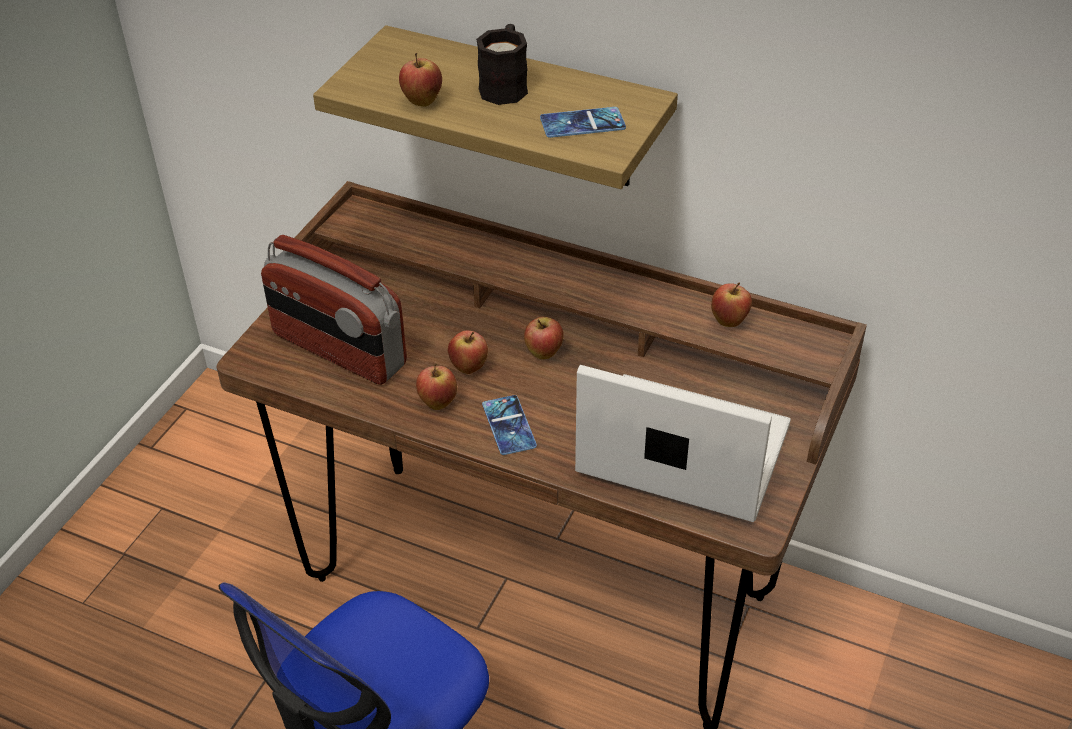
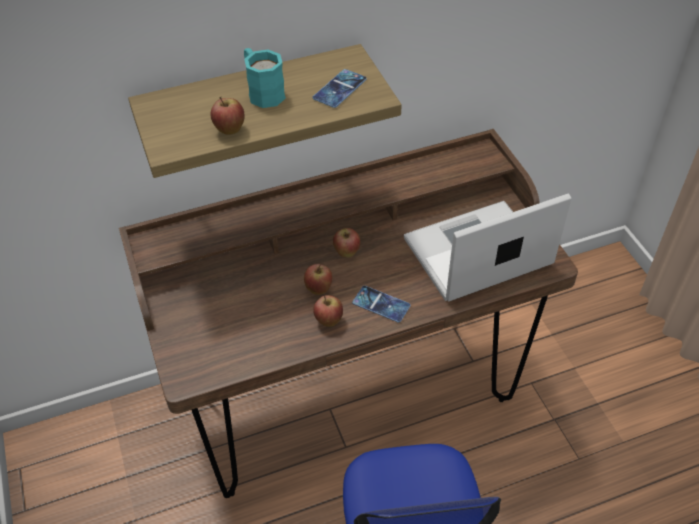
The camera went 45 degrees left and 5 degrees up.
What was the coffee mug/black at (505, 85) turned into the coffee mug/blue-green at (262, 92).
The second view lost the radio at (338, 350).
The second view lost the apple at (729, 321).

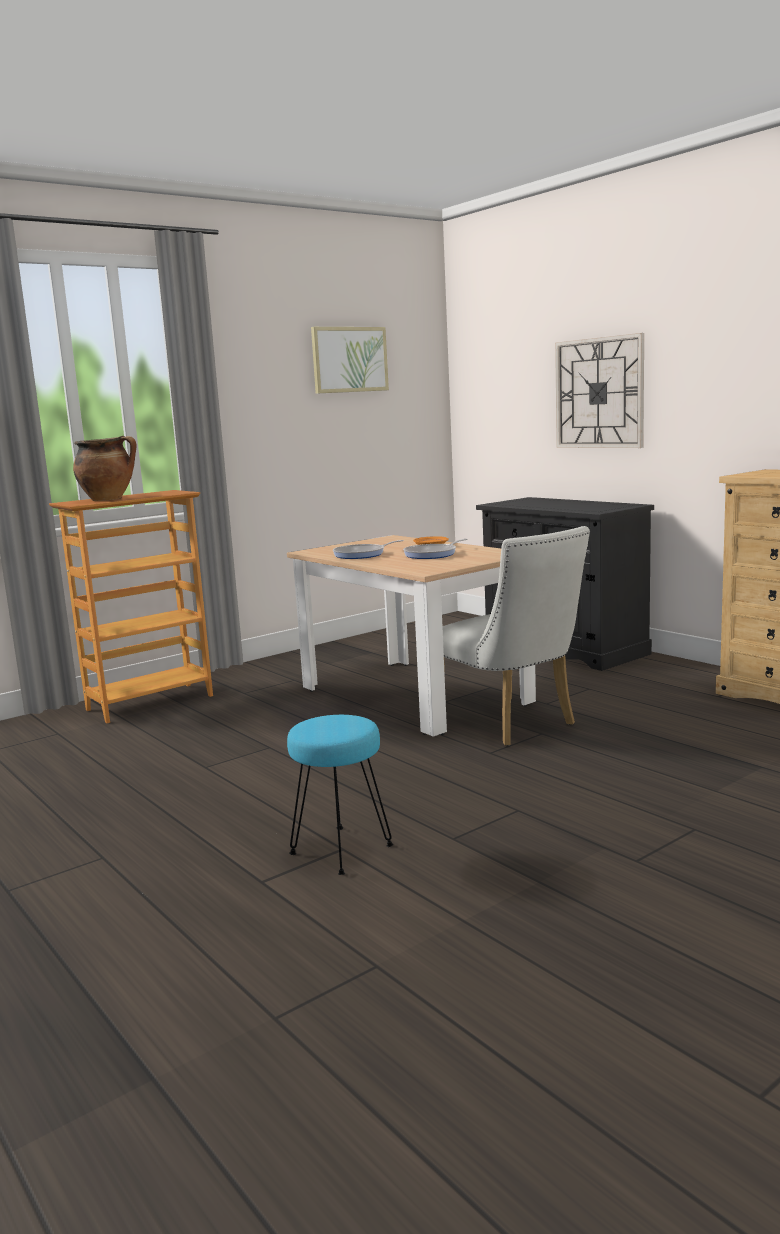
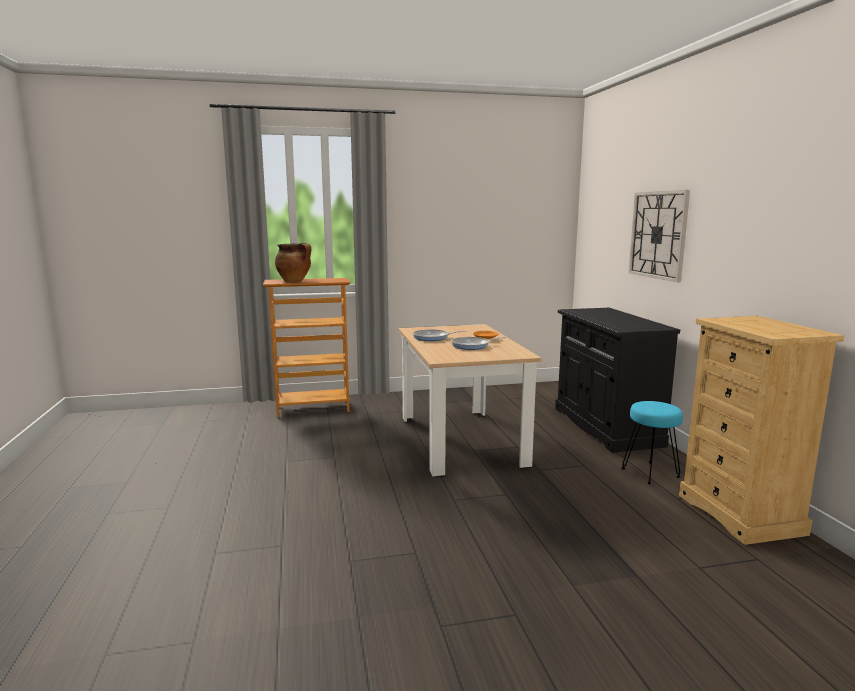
The camera went 25 degrees right and 0 degrees up.
The stool/blue-green ended up elsewhere, having gone from (342, 850) to (650, 473).
The second view lost the picture at (349, 359).
The second view lost the chair/whitish at (512, 725).

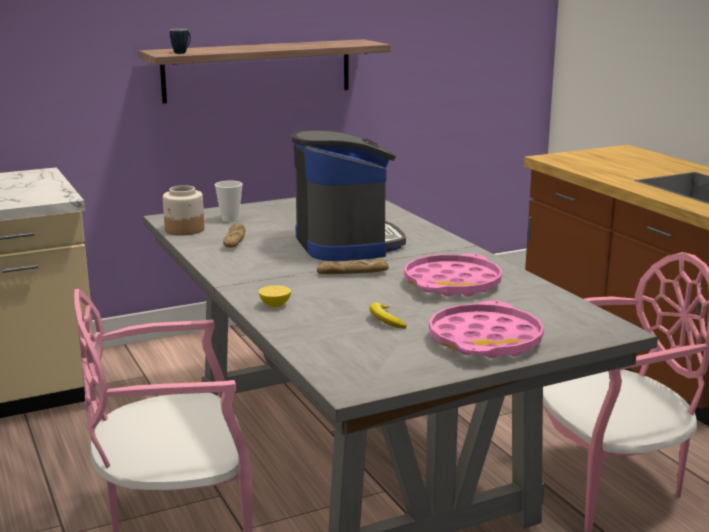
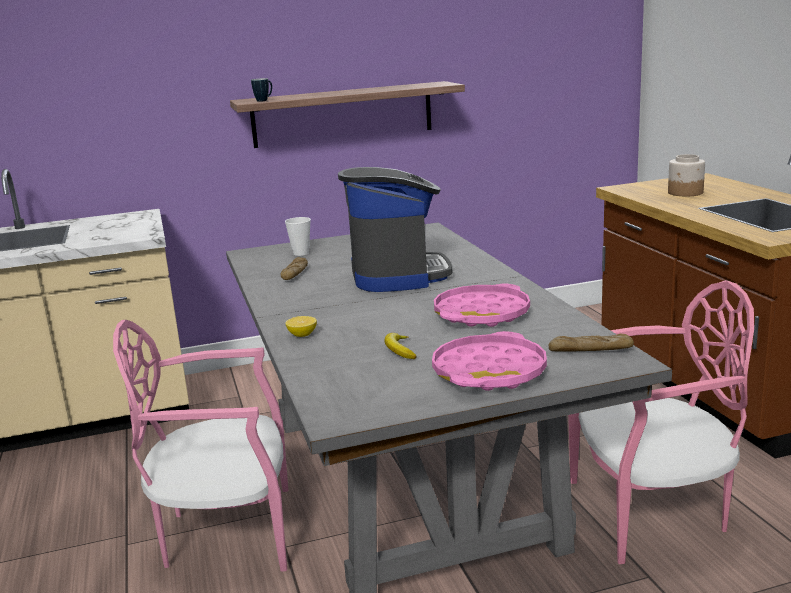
The camera went 10 degrees right and 0 degrees up.
The bread ended up elsewhere, having gone from (352, 273) to (590, 351).
The jar ended up elsewhere, having gone from (184, 230) to (685, 193).

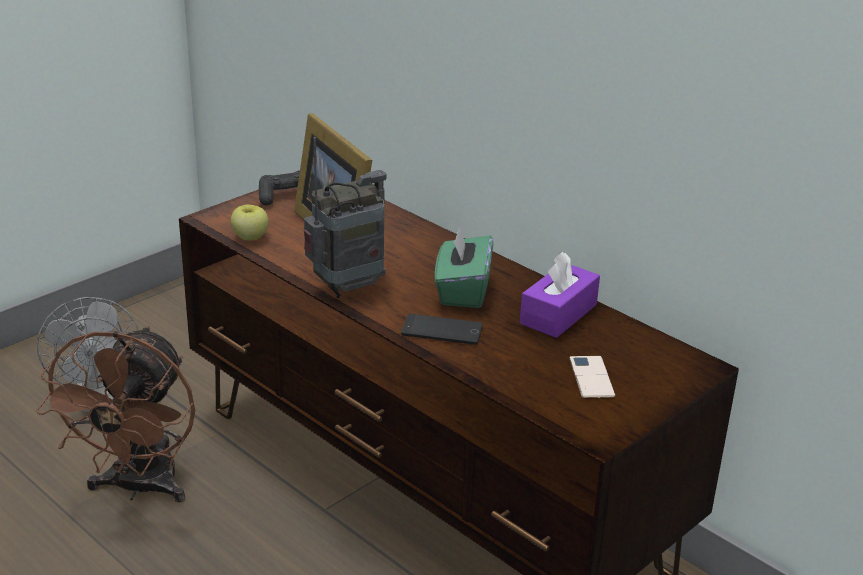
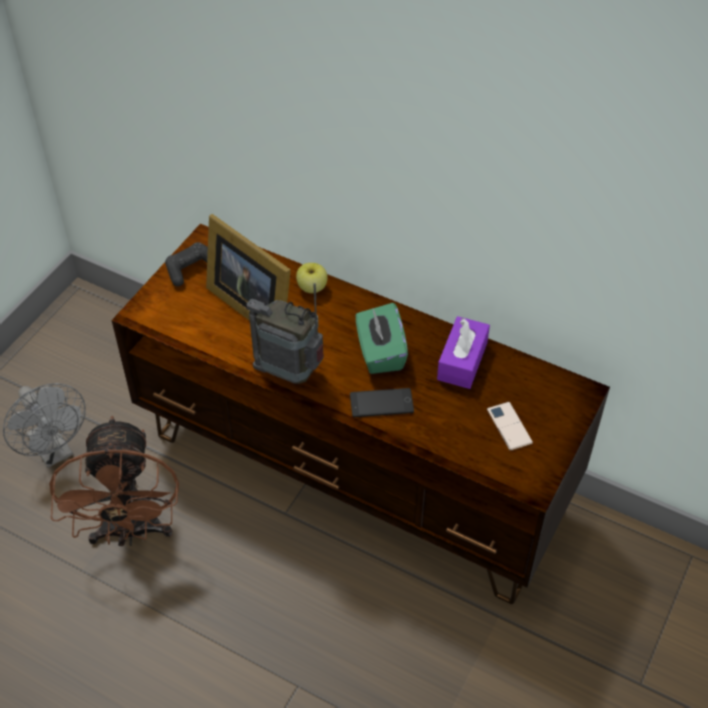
The camera went 15 degrees left and 20 degrees up.
The radio at (348, 288) ended up facing another way, 105 degrees counterclockwise from before.
The apple ended up elsewhere, having gone from (250, 237) to (312, 288).

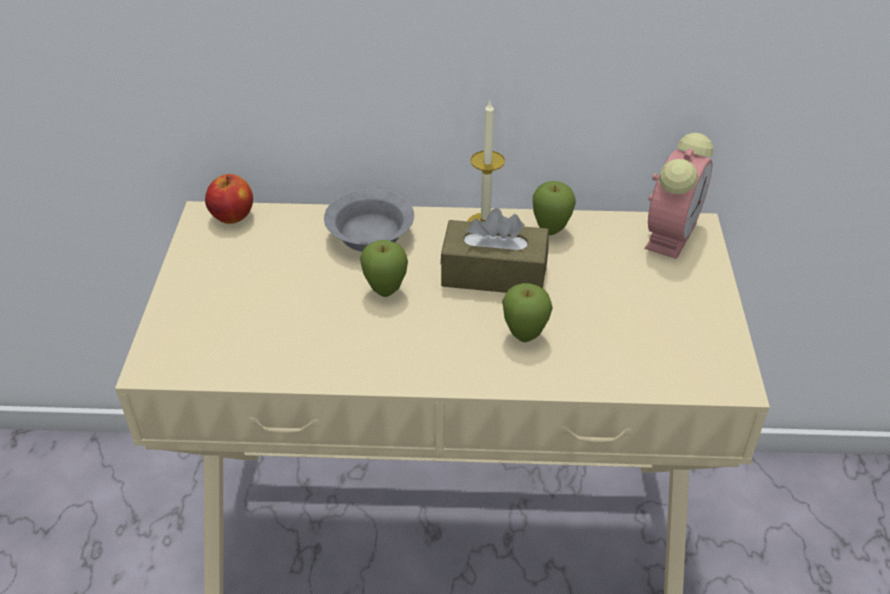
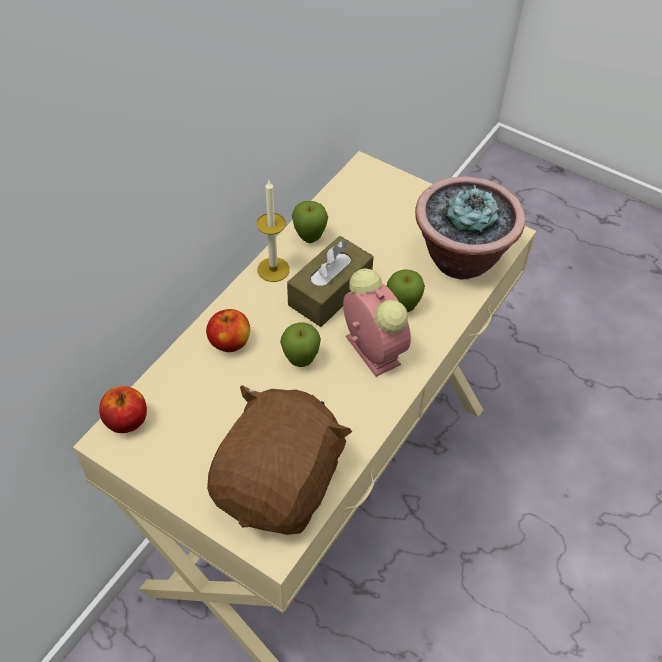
The camera went 60 degrees left and 10 degrees up.
Where the serving bowl/grey stood at (369, 237), the apple came to stand at (230, 343).
The second view gained the soft toy/brown at (280, 484).
The alarm clock ended up elsewhere, having gone from (671, 233) to (370, 348).
The second view gained the plant in a pot at (460, 258).

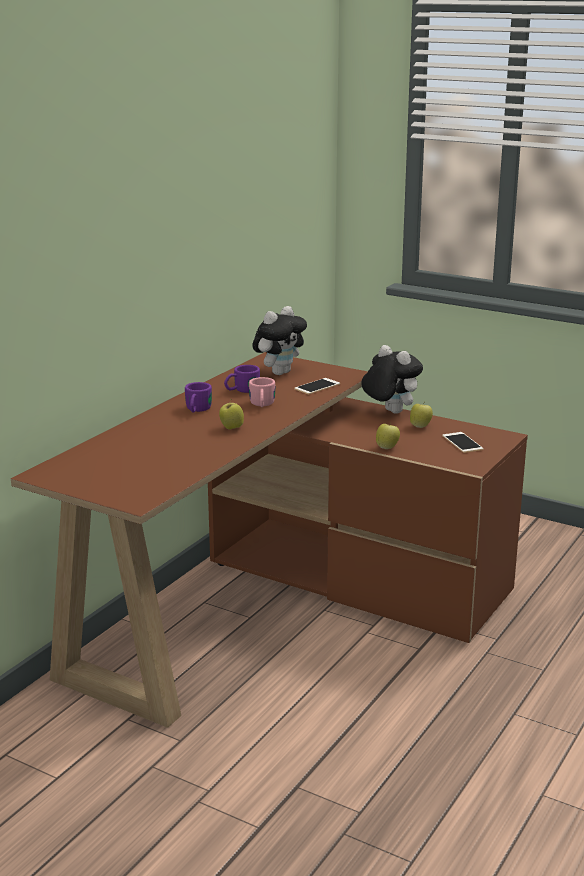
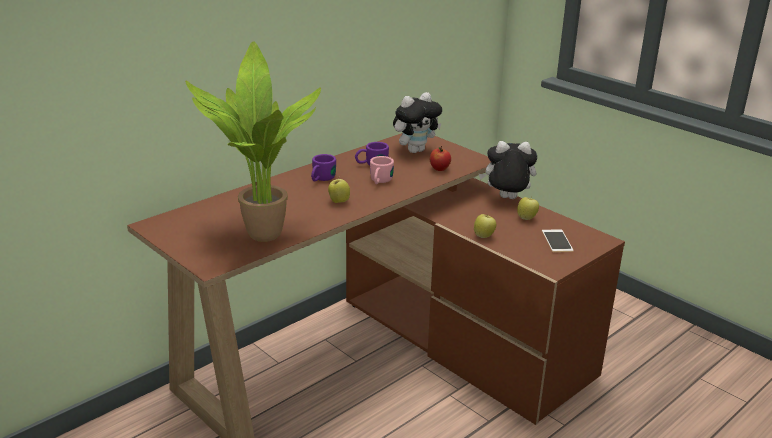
The camera went 15 degrees right and 5 degrees up.
The second view gained the plant in a pot at (259, 235).
Where the handset stood at (317, 386), the apple came to stand at (439, 169).
The soft toy at (389, 412) ended up facing another way, 60 degrees counterclockwise from before.

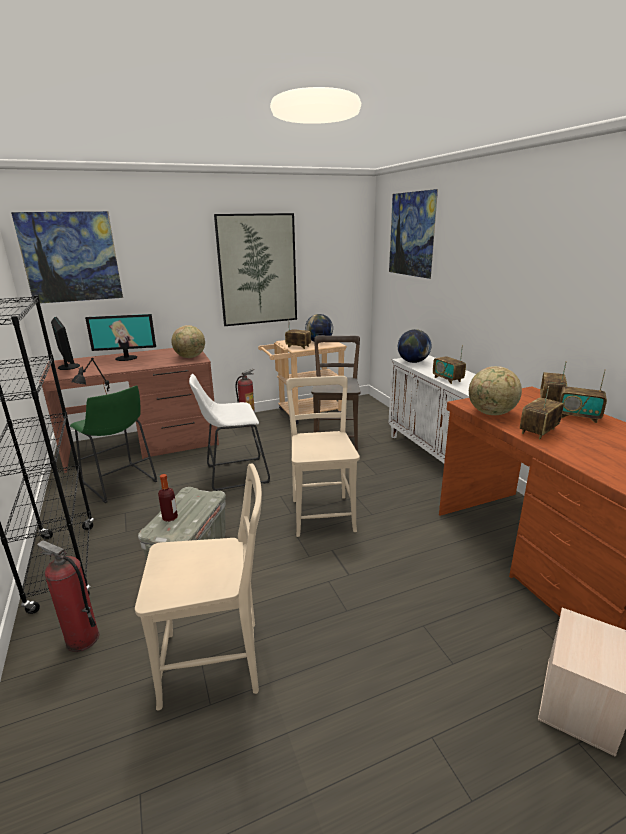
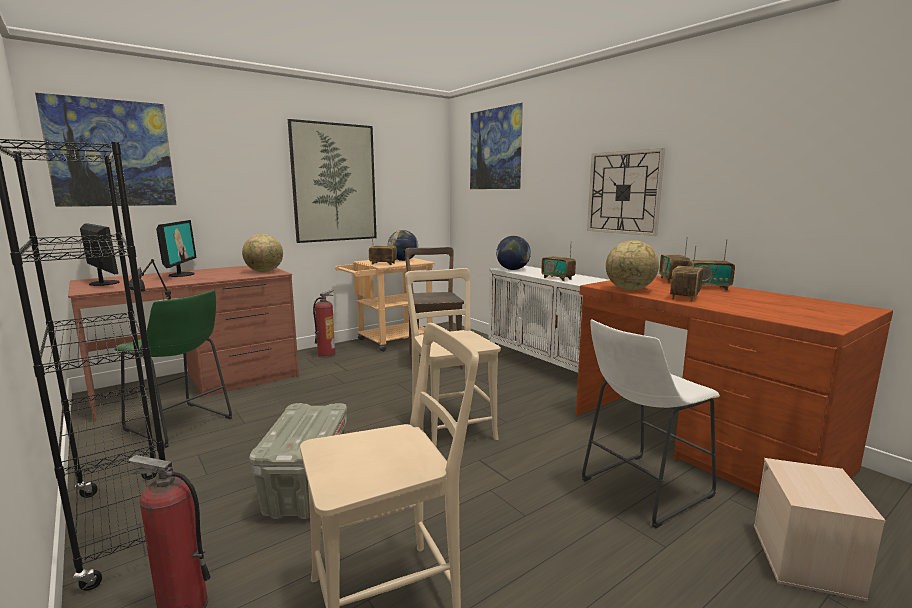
The camera went 15 degrees left and 10 degrees down.
The computer display at (126, 358) ended up facing another way, 75 degrees counterclockwise from before.
The stool/whitish ended up elsewhere, having gone from (233, 475) to (640, 489).
The second view gained the clock on the wall at (624, 192).
The second view lost the drink bottle at (170, 517).

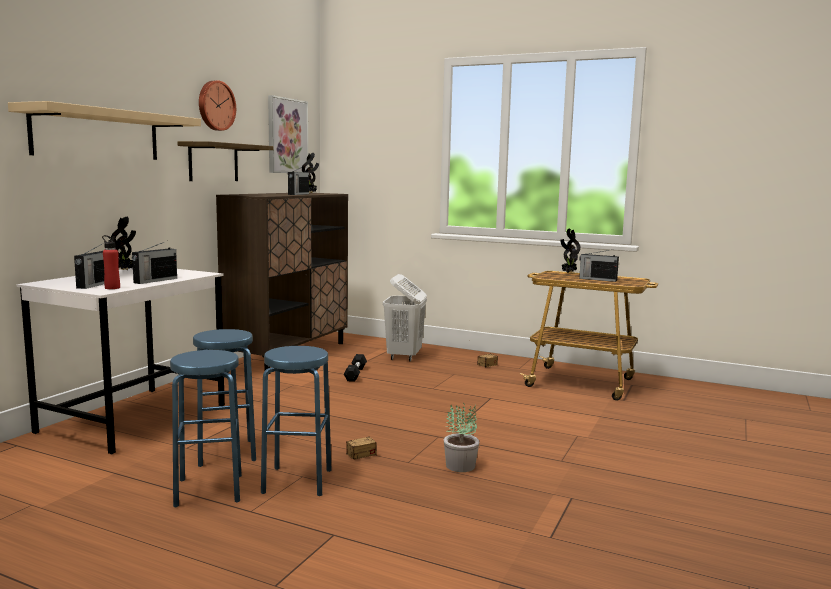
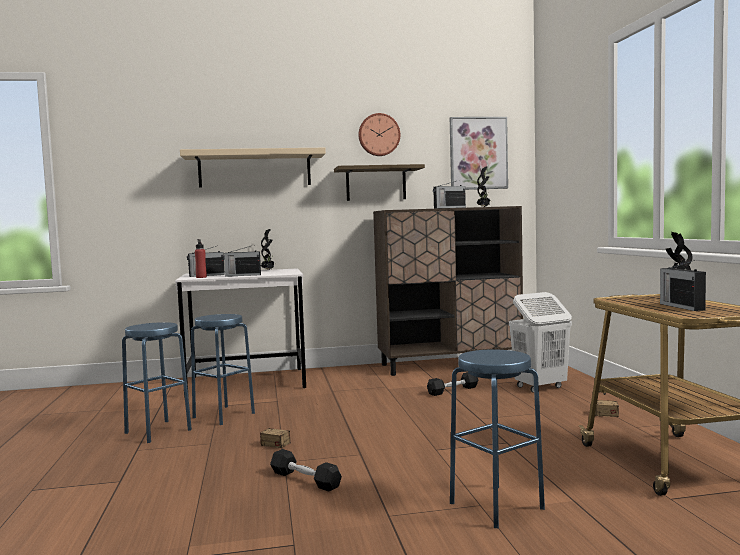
The camera went 55 degrees right and 5 degrees down.
Where the plant in a pot stood at (460, 465), the free weight/black came to stand at (305, 480).
The stool/blue-coloured ended up elsewhere, having gone from (297, 481) to (496, 505).

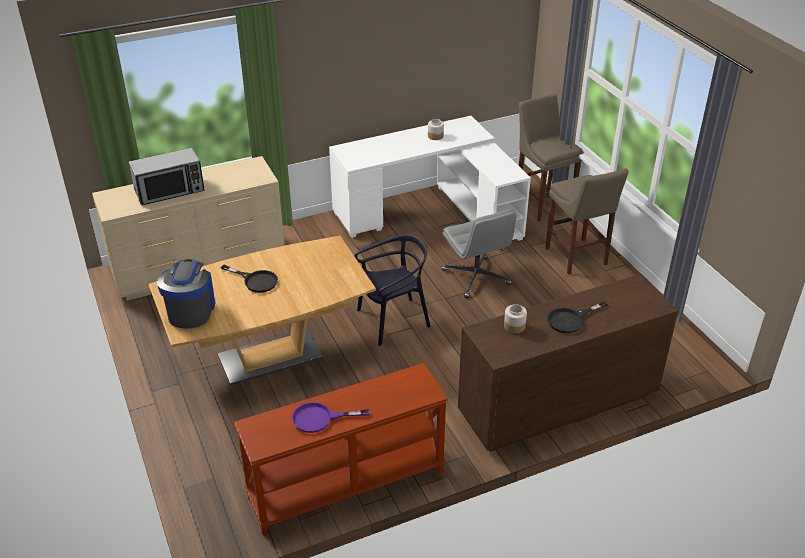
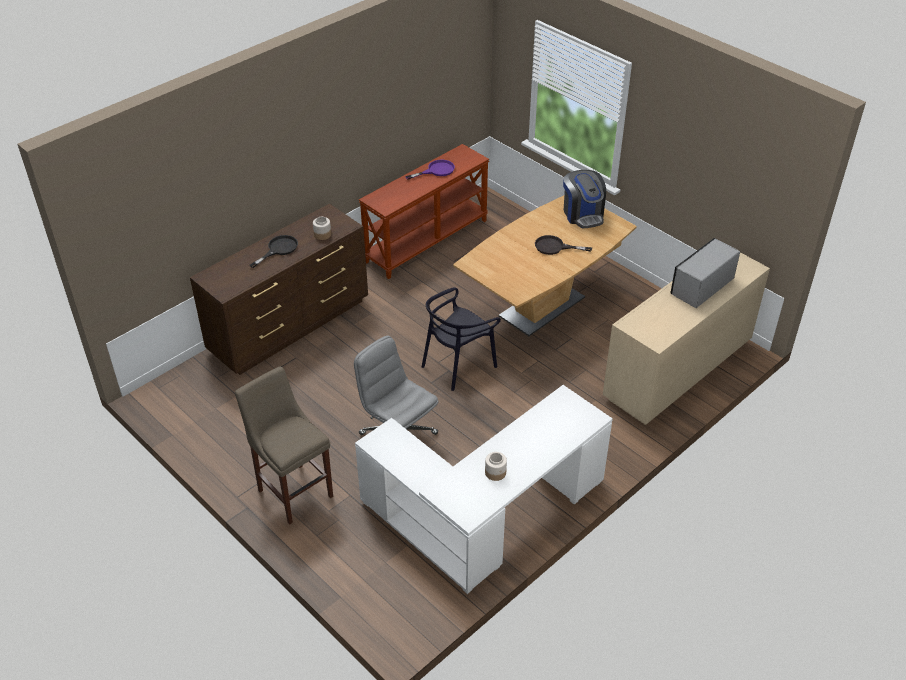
The camera went 160 degrees right and 5 degrees up.
The second view lost the stool/beige at (542, 203).

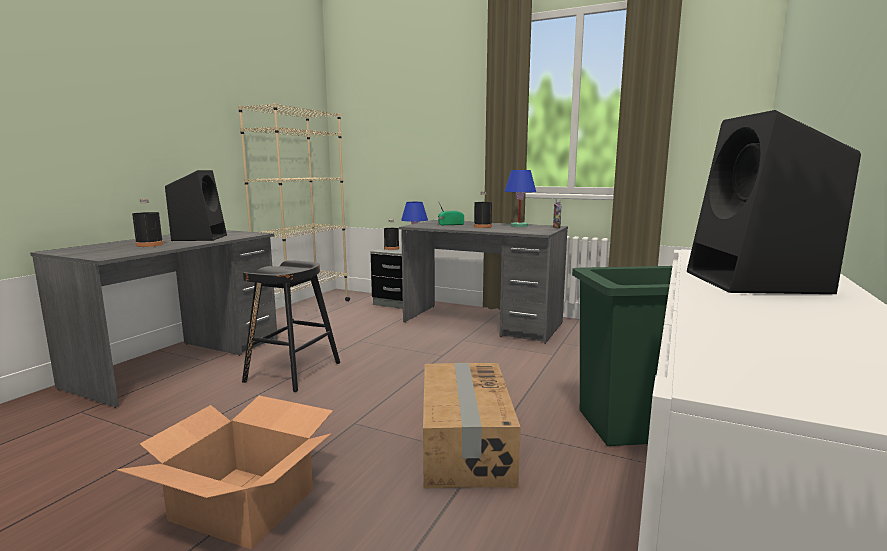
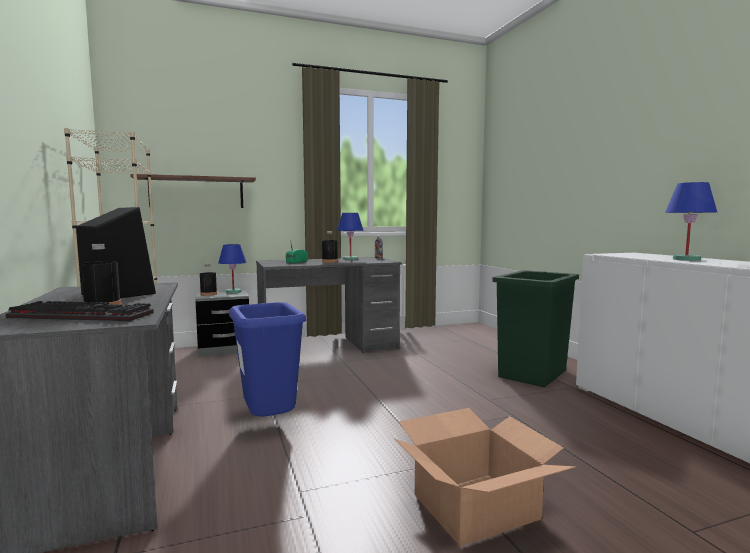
The camera went 45 degrees left and 5 degrees down.
The second view gained the computer keyboard at (85, 315).
The second view gained the bracket shelf/brown at (197, 192).
Where the stool/black stood at (293, 372), the rubbish bin/blue-coloured came to stand at (270, 424).
Where the audio speaker/black stood at (757, 283), the tabletop lamp/blue-coloured came to stand at (687, 259).
The second view lost the cardboard box at (464, 444).

